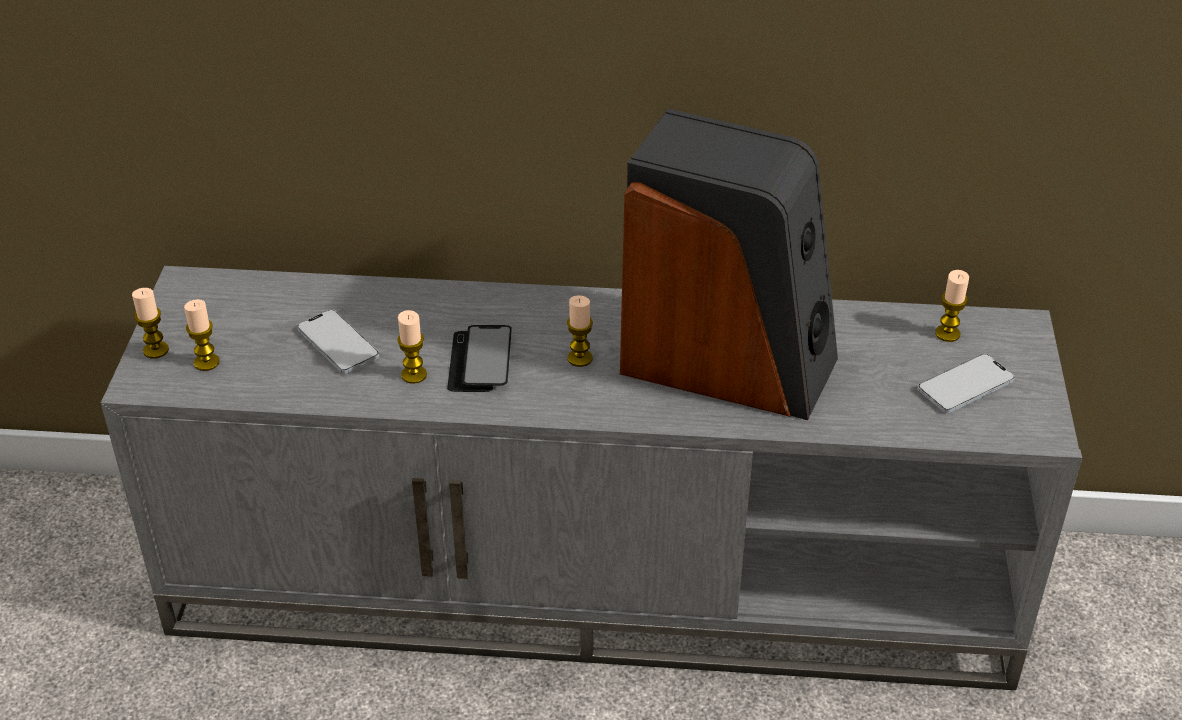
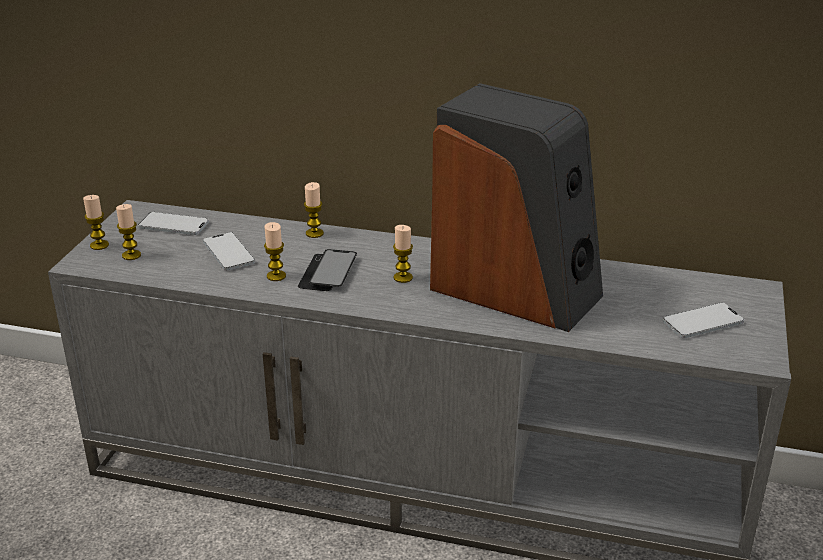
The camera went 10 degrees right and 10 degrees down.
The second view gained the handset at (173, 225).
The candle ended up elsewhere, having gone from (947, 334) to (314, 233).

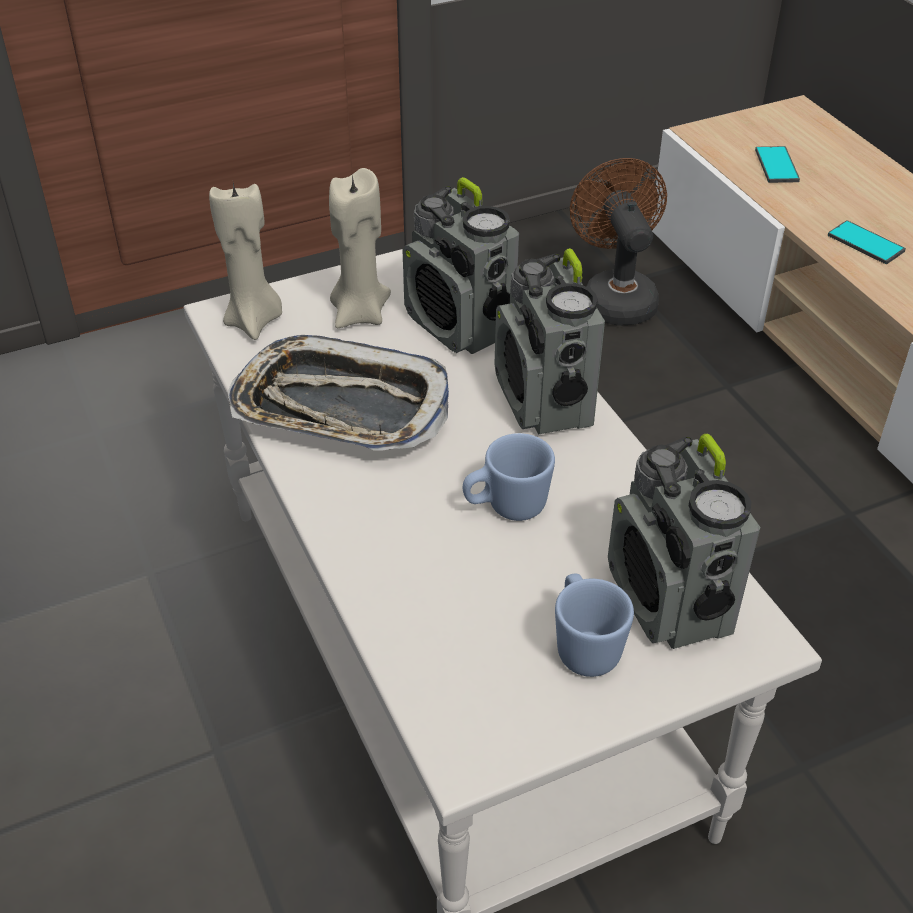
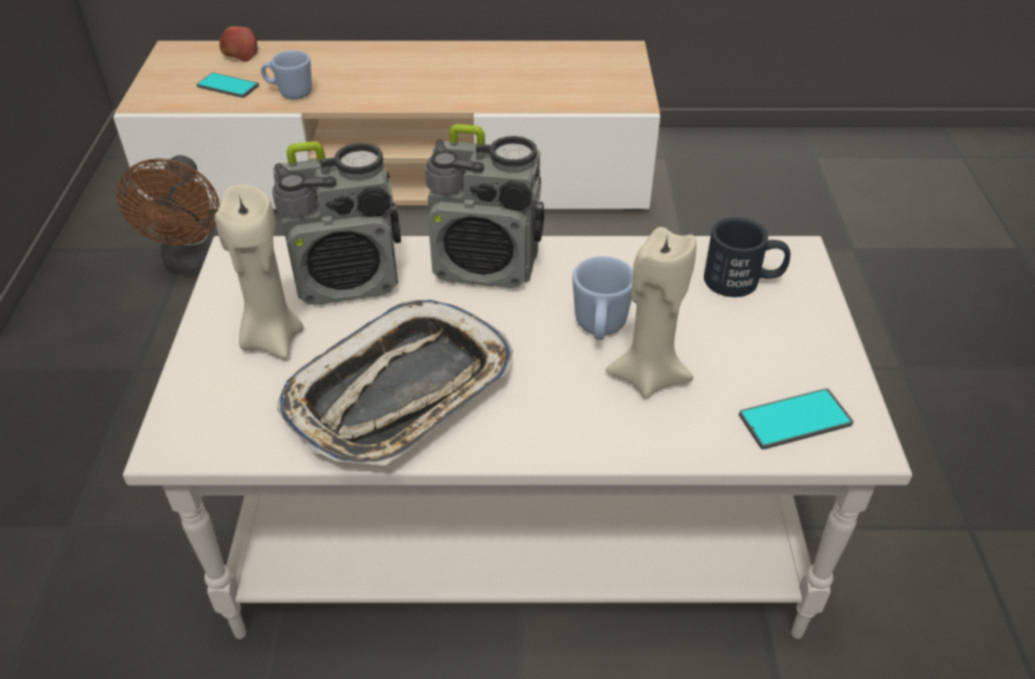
The camera went 65 degrees left and 0 degrees up.
The cooling fan/brown at (615, 297) ended up facing another way, 105 degrees counterclockwise from before.
The second view gained the apple at (240, 53).
The coffee mug/blue-coloured ended up elsewhere, having gone from (584, 645) to (290, 93).
The candle/beige ended up elsewhere, having gone from (254, 321) to (648, 376).
Where the radio stood at (669, 601), the coffee mug/black came to stand at (743, 280).
The handset ended up elsewhere, having gone from (865, 243) to (794, 419).

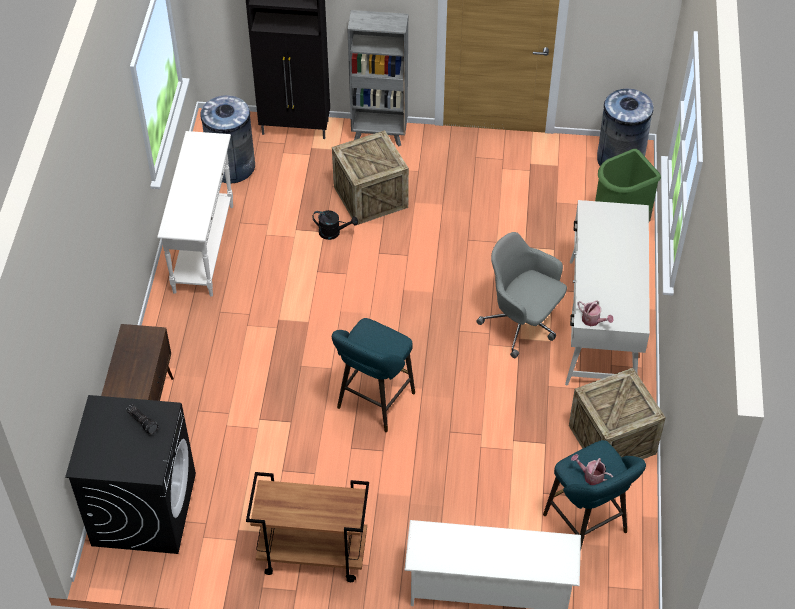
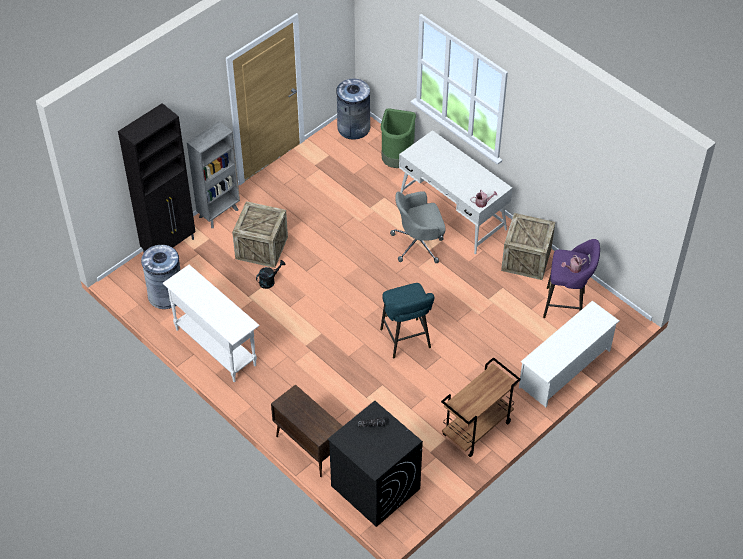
The camera went 50 degrees left and 0 degrees up.
What was the stool/blue-green at (587, 527) turned into the stool/purple-coloured at (567, 305).

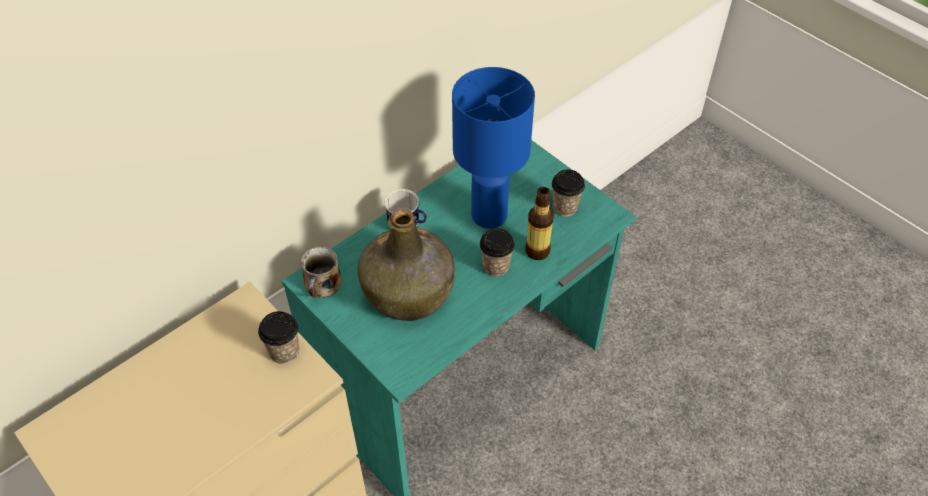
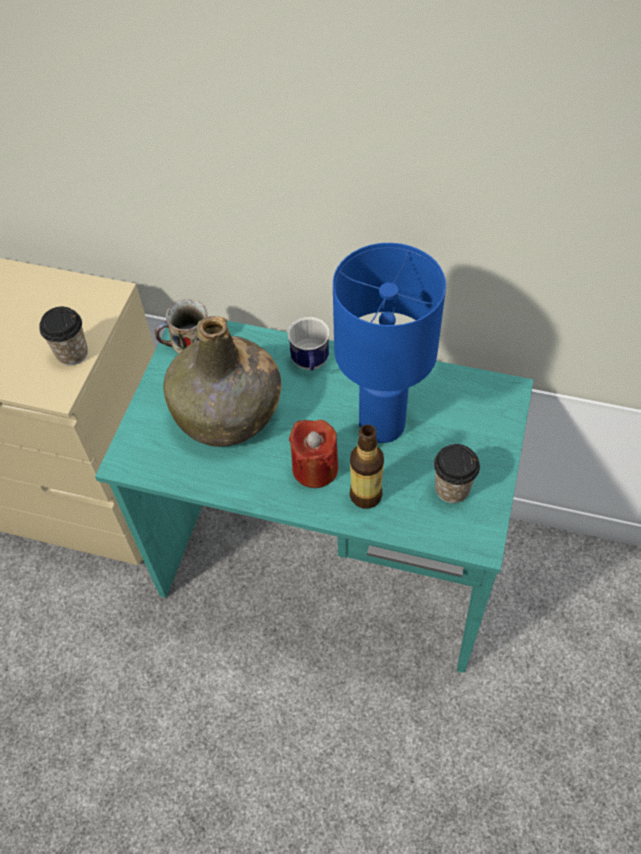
The camera went 60 degrees right and 5 degrees up.
Where the cup stood at (496, 266), the candle/reddish came to stand at (315, 468).

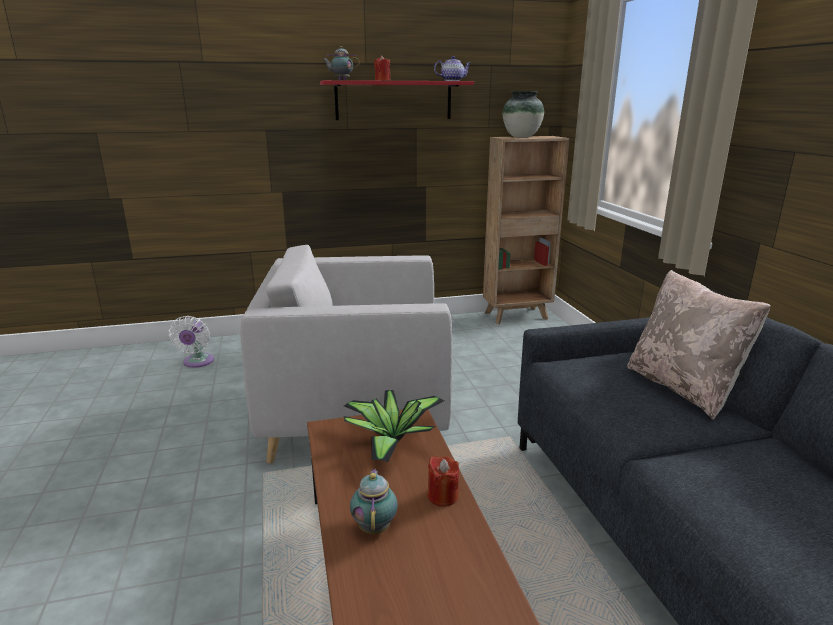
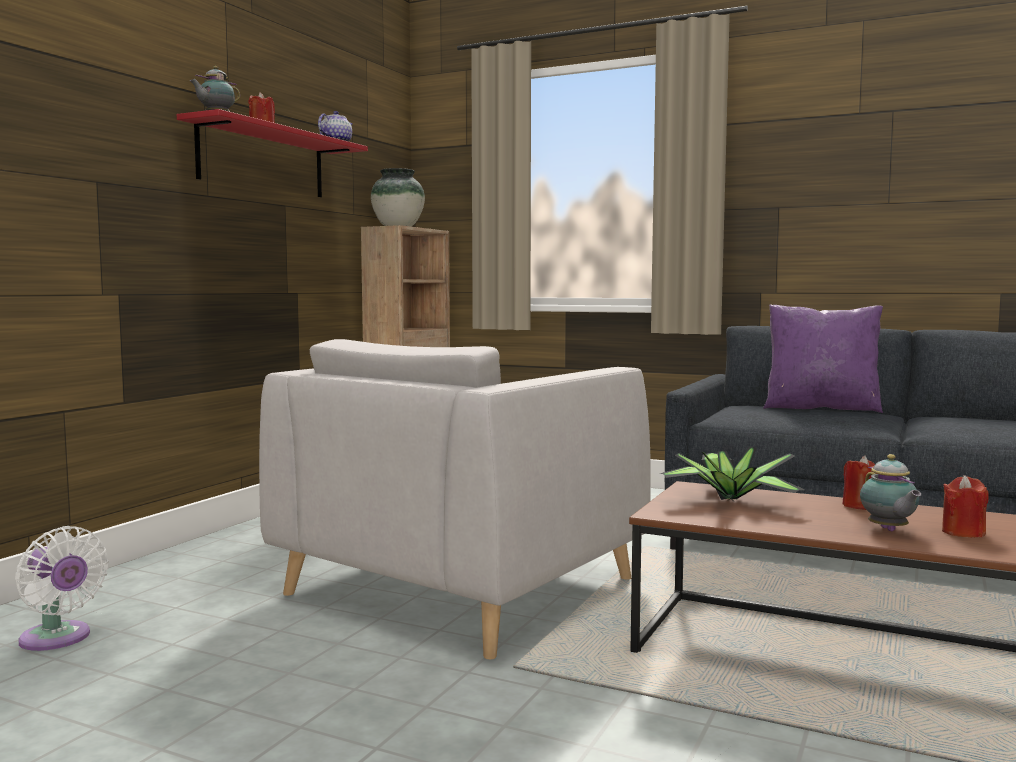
The camera went 50 degrees left and 15 degrees down.
What was the pillow/beige at (683, 388) turned into the pillow/purple-coloured at (821, 408).
The tea pot at (375, 526) ended up facing another way, 135 degrees counterclockwise from before.
The second view gained the candle/reddish at (963, 532).

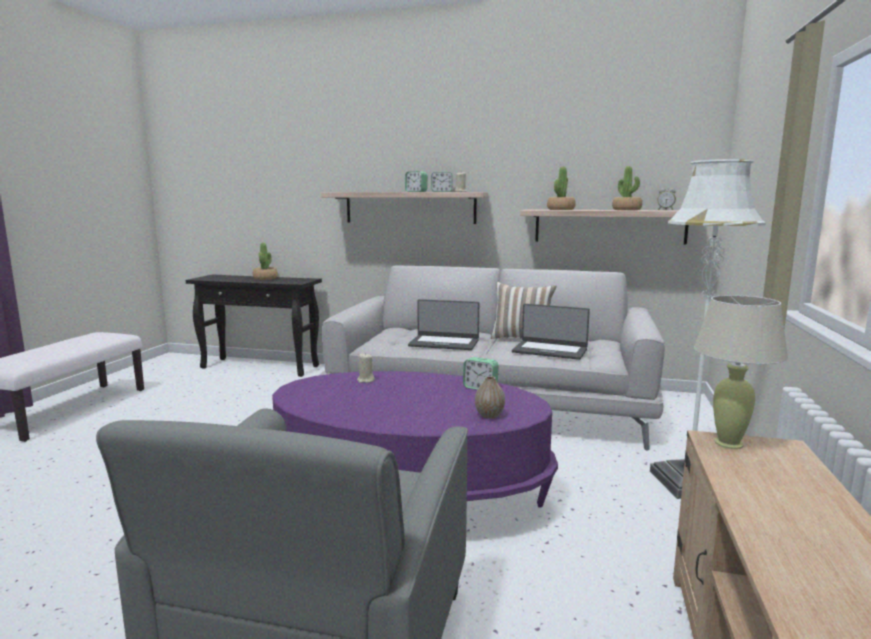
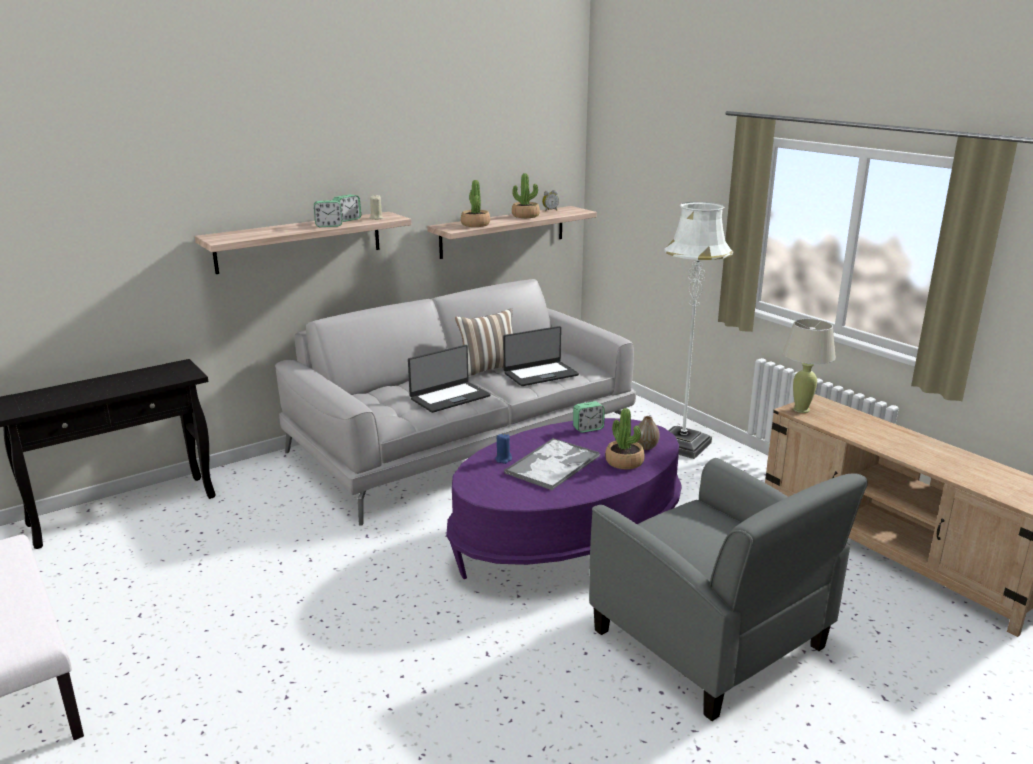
The camera went 50 degrees left and 10 degrees up.
What was the candle/beige at (365, 380) turned into the candle/blue-coloured at (503, 459).
The second view gained the tray at (553, 464).
The plant in a pot ended up elsewhere, having gone from (265, 278) to (624, 462).

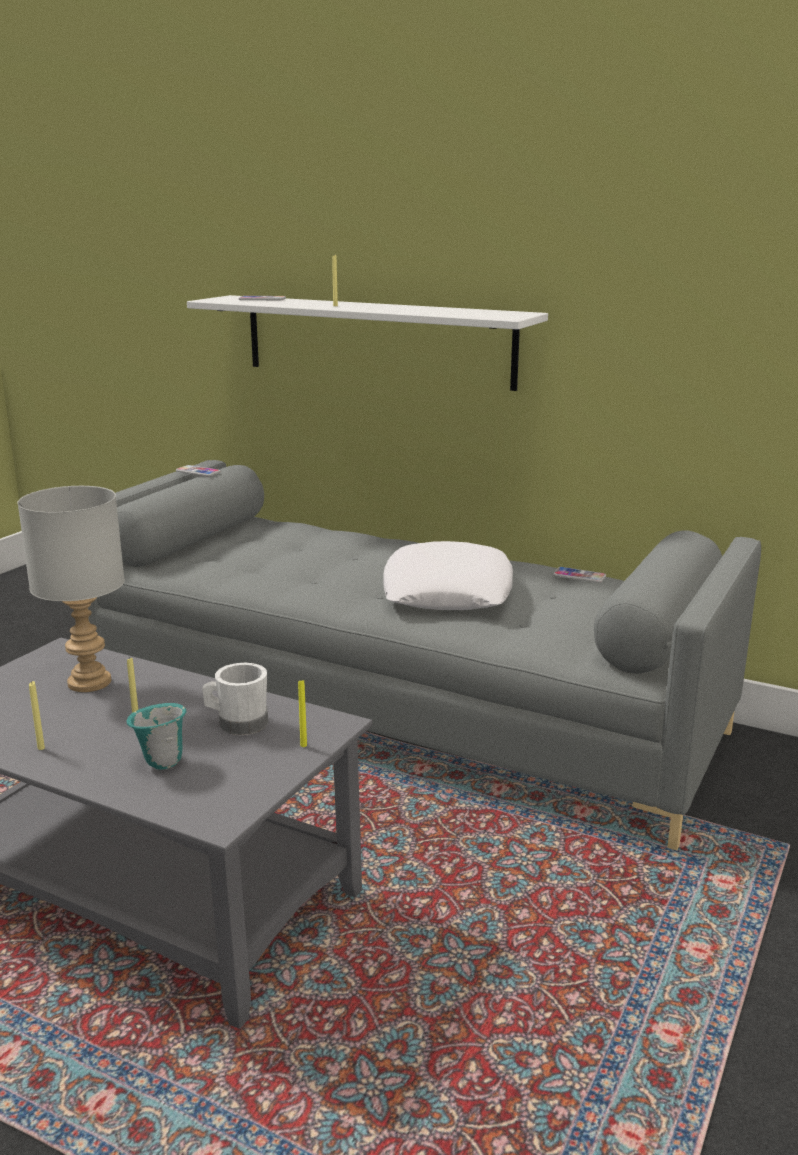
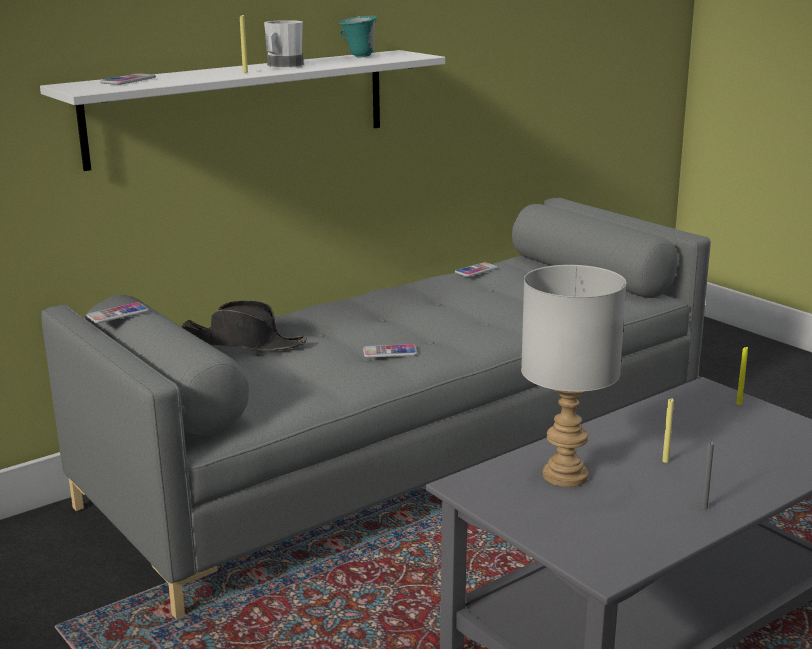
The camera went 65 degrees left and 0 degrees up.
The second view gained the hat/black at (244, 342).
The coffee mug/whitish ended up elsewhere, having gone from (237, 723) to (282, 66).
The coffee mug/blue-green ended up elsewhere, having gone from (160, 763) to (359, 57).
The second view gained the handset at (390, 352).
What was the candle/yellow-coloured at (41, 748) turned into the candle/grey at (704, 507).
The second view lost the pillow/whitish at (447, 591).

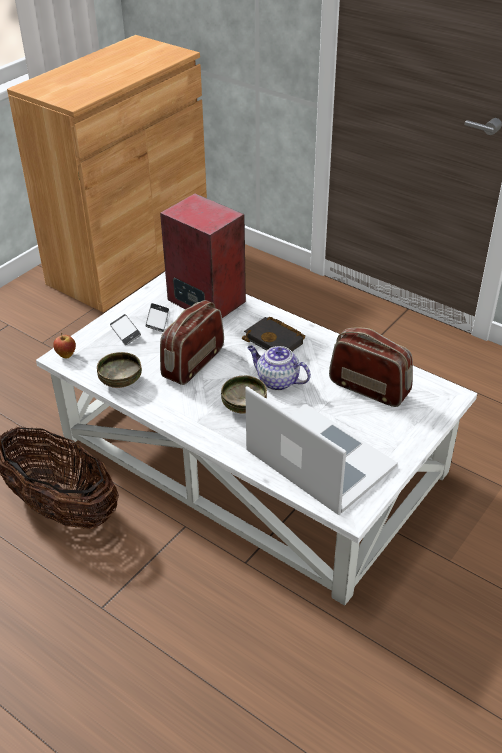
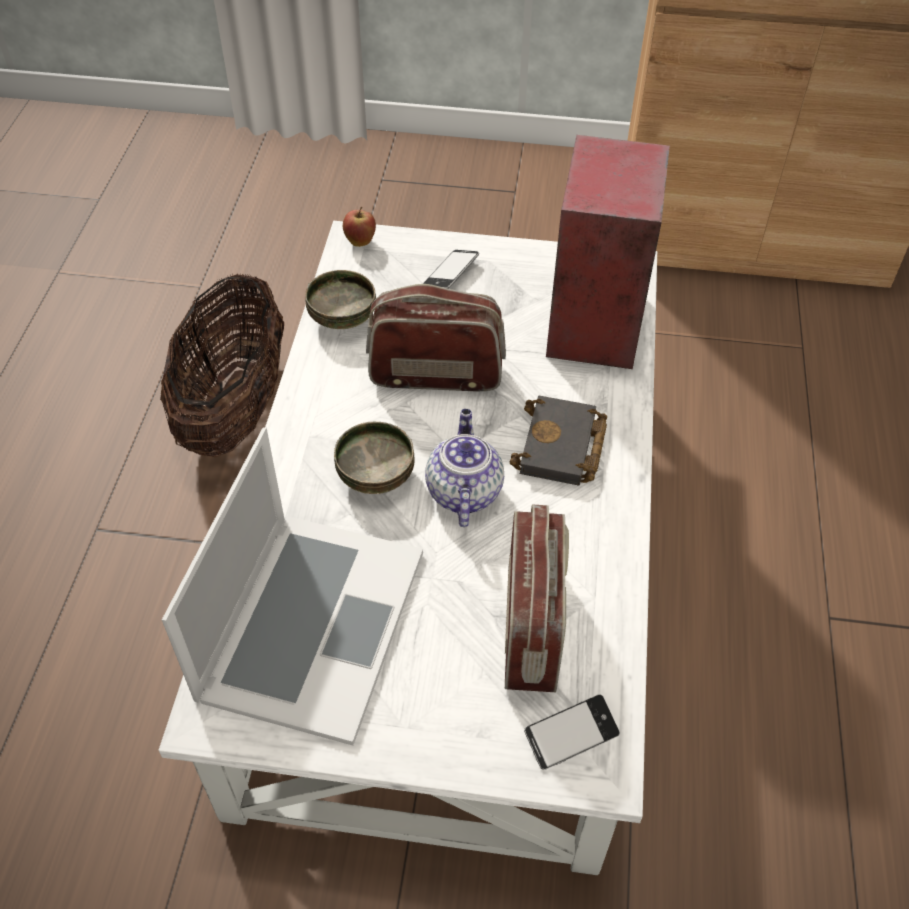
The camera went 60 degrees right and 10 degrees up.
The handset ended up elsewhere, having gone from (157, 320) to (571, 735).

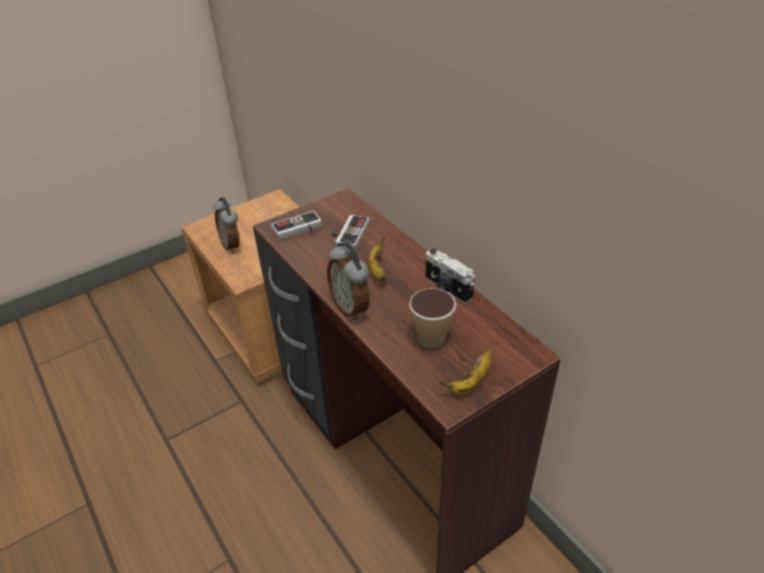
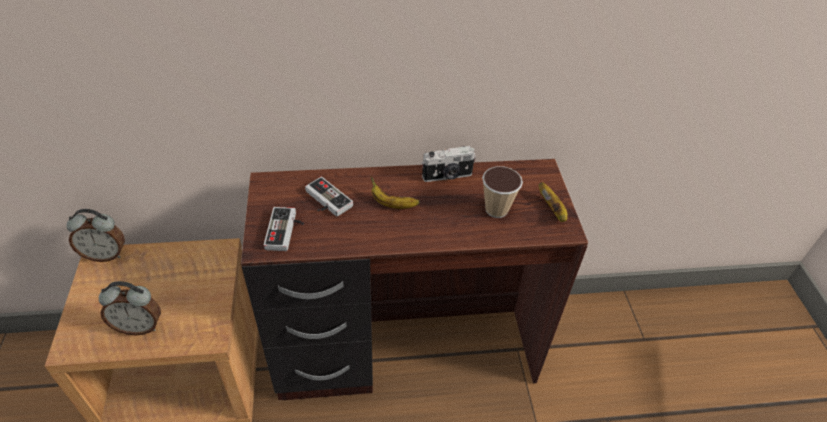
The camera went 65 degrees left and 5 degrees up.
The alarm clock ended up elsewhere, having gone from (351, 307) to (105, 254).

